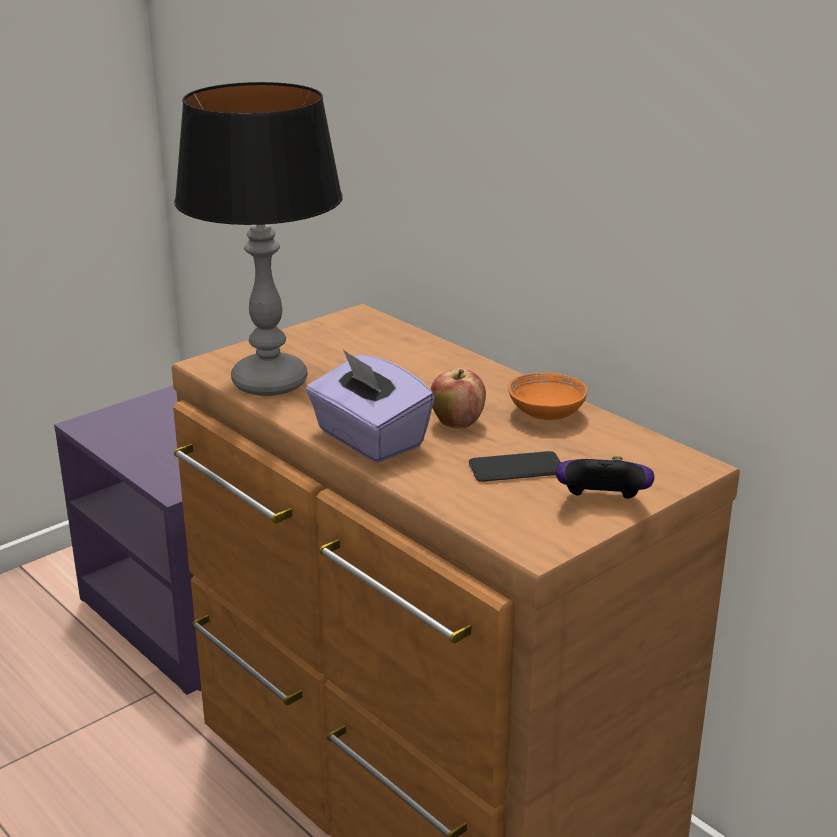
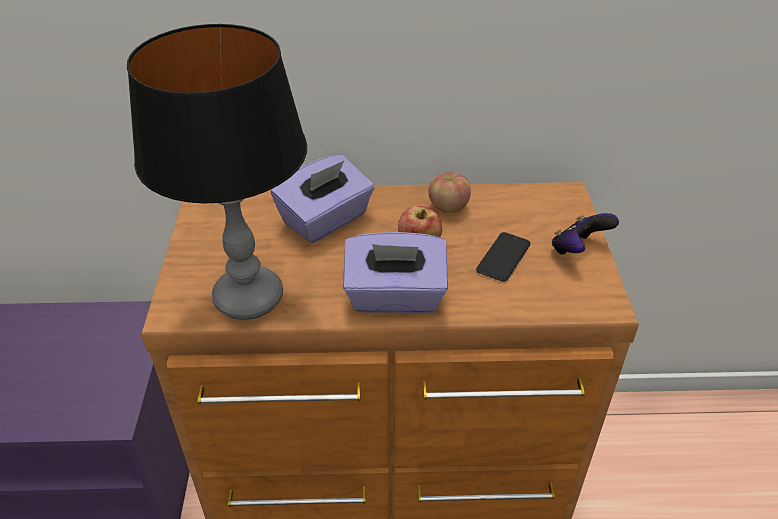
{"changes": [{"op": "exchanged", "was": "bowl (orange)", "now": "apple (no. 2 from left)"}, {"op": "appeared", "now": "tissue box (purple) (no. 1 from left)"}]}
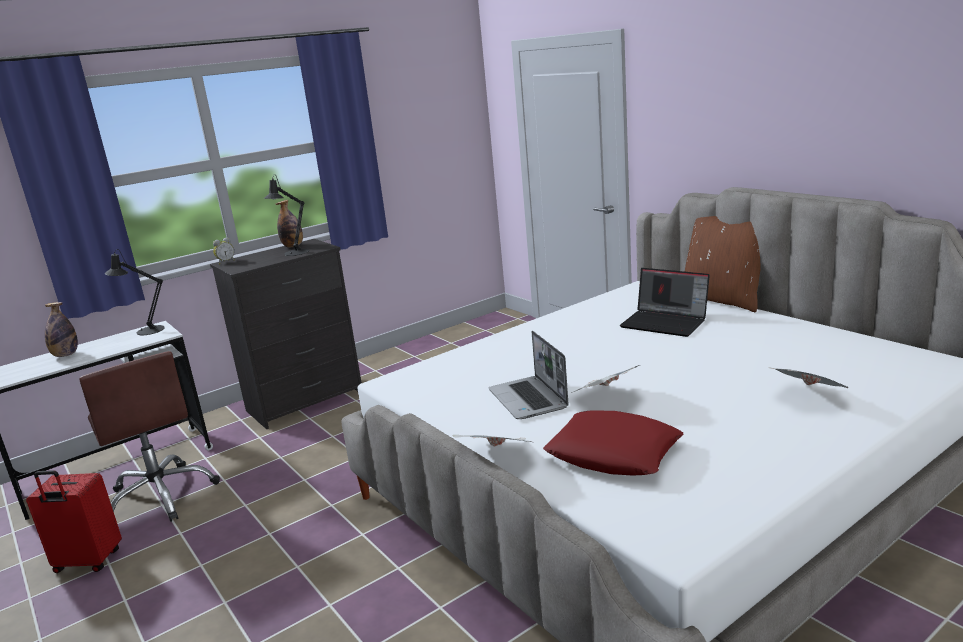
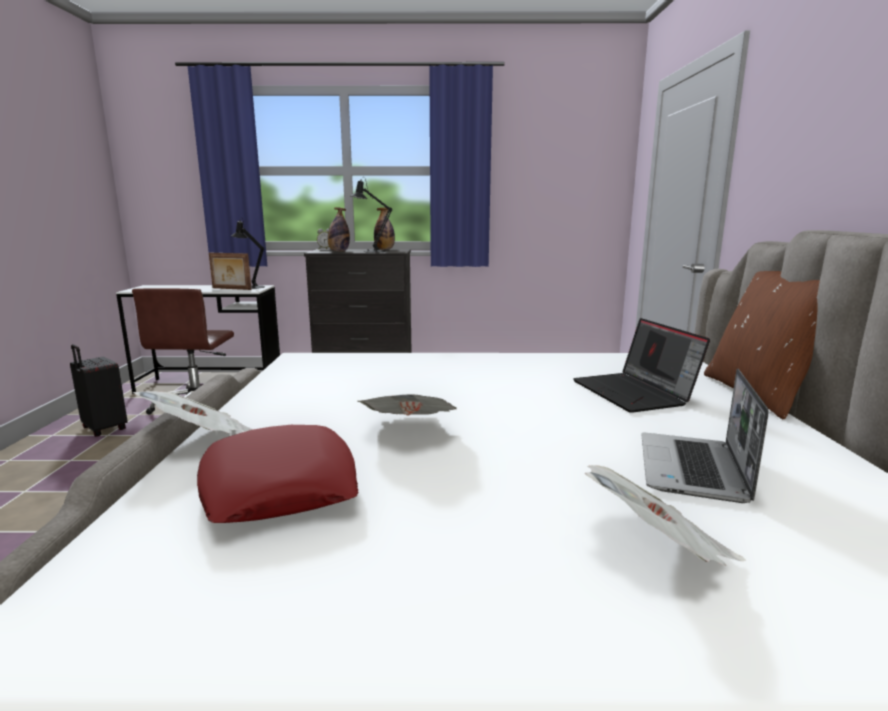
{"changes": [{"op": "relocated", "was": "bottle (no. 1 from left)"}, {"op": "relocated", "was": "laptop (no. 1 from left in the first image)", "now": "laptop (no. 2 from left)"}, {"op": "colour", "was": "suitcase (red)", "now": "suitcase (black)"}, {"op": "appeared", "now": "picture frame"}]}
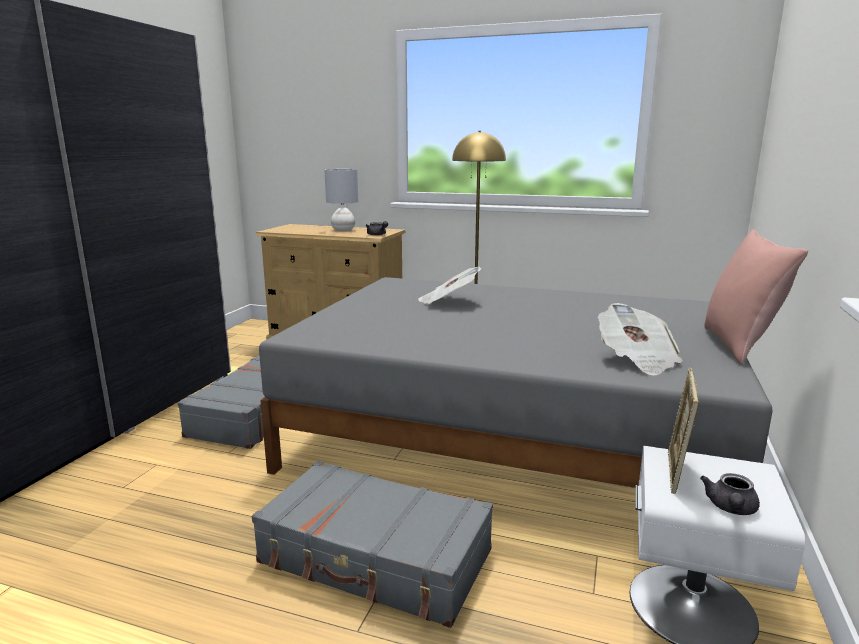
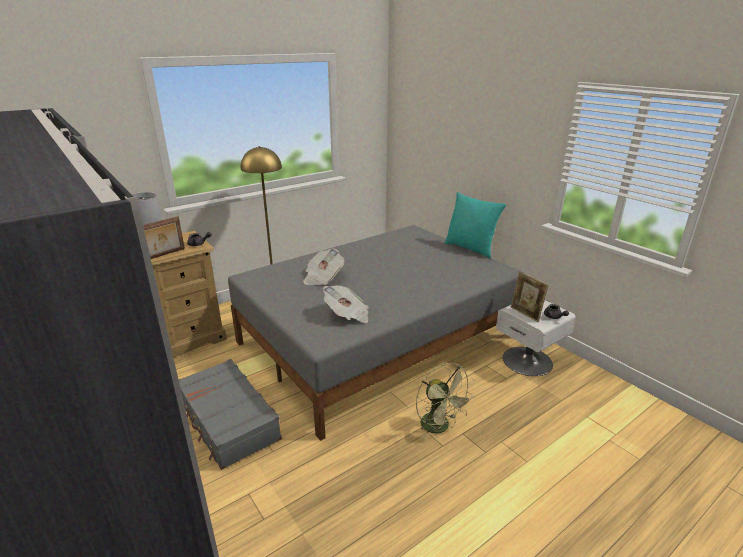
{"changes": [{"op": "colour", "was": "pillow (pink)", "now": "pillow (turquoise)"}, {"op": "relocated", "was": "newspaper (no. 2 from left)"}, {"op": "exchanged", "was": "suitcase (grey) (no. 2 from left)", "now": "fan (green)"}, {"op": "appeared", "now": "picture frame (no. 1 from left)"}]}
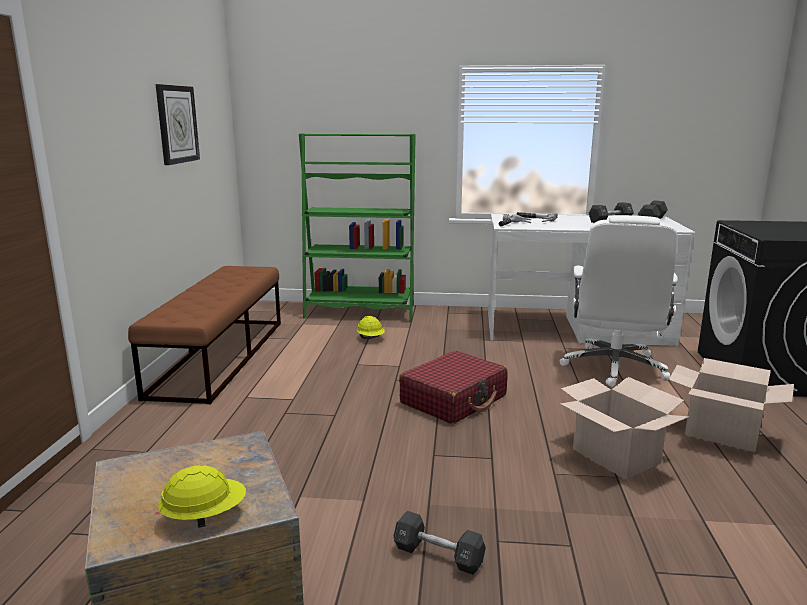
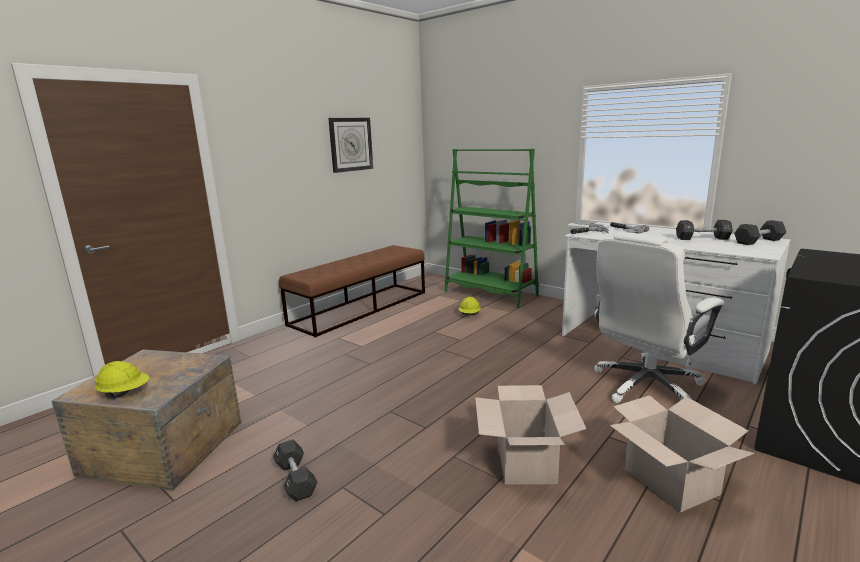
{"changes": [{"op": "missing", "was": "suitcase (red)"}]}
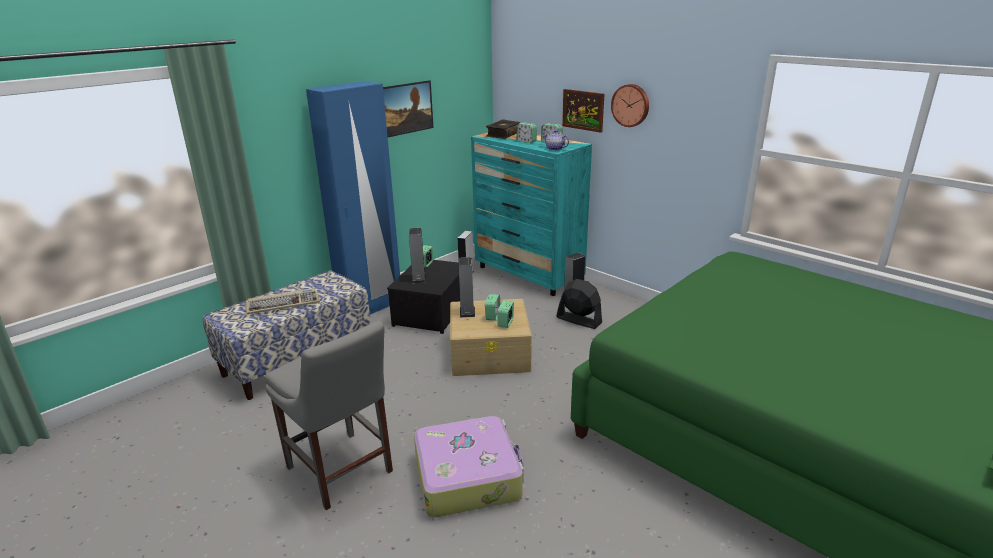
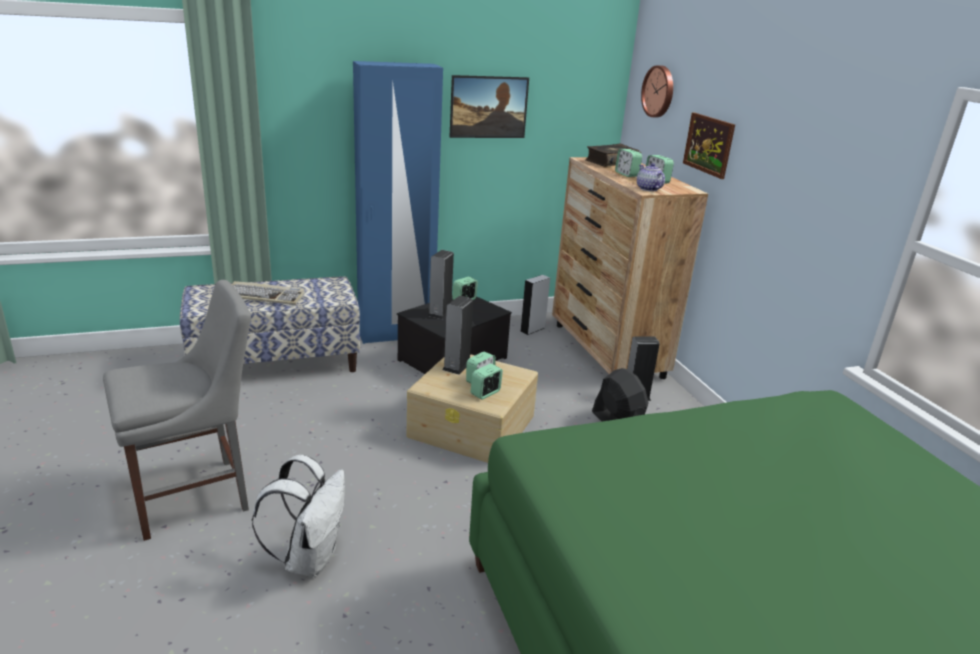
{"changes": [{"op": "relocated", "was": "wall clock"}, {"op": "colour", "was": "dresser (turquoise)", "now": "dresser (brown)"}, {"op": "spun", "was": "chair (grey)", "clockwise": -105}, {"op": "exchanged", "was": "suitcase", "now": "backpack (white)"}]}
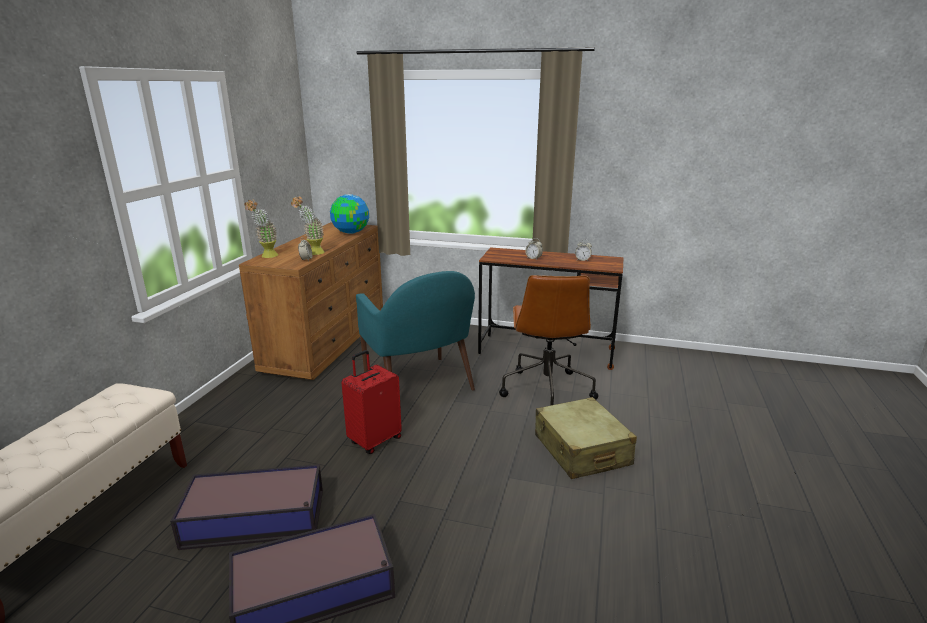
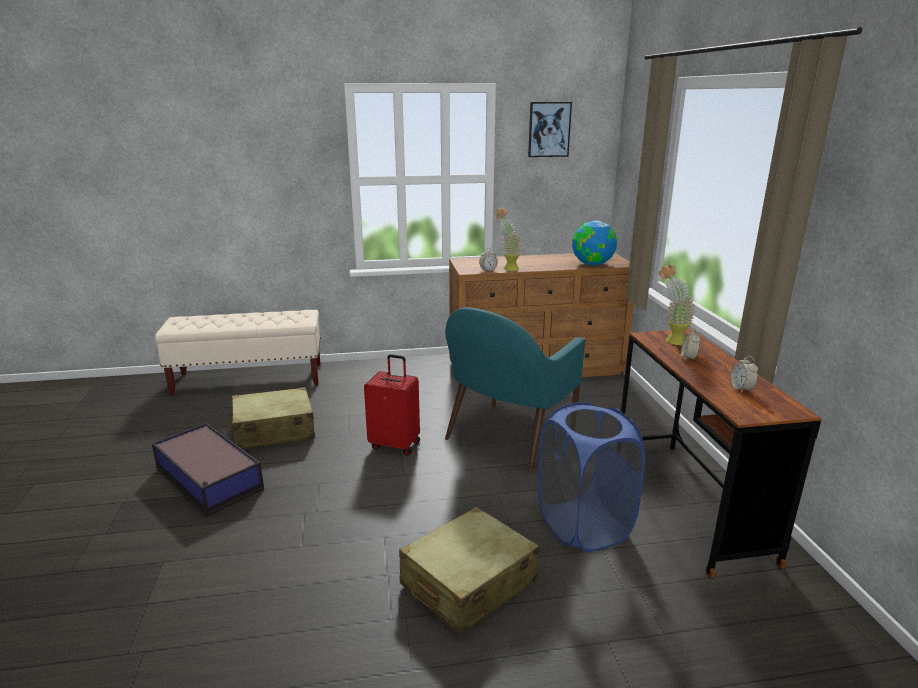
{"changes": [{"op": "relocated", "was": "potted plant (no. 1 from left in the first image)", "now": "potted plant (no. 2 from left)"}, {"op": "exchanged", "was": "office chair (brown)", "now": "laundry basket (blue)"}, {"op": "exchanged", "was": "storage box (no. 1 from left)", "now": "suitcase (beige) (no. 1 from left)"}, {"op": "appeared", "now": "picture"}]}
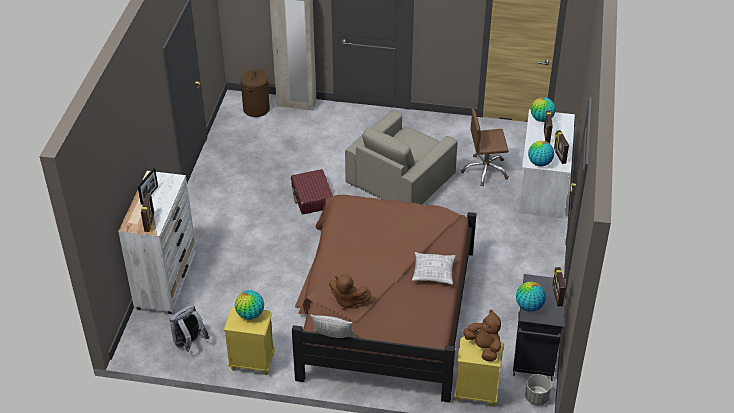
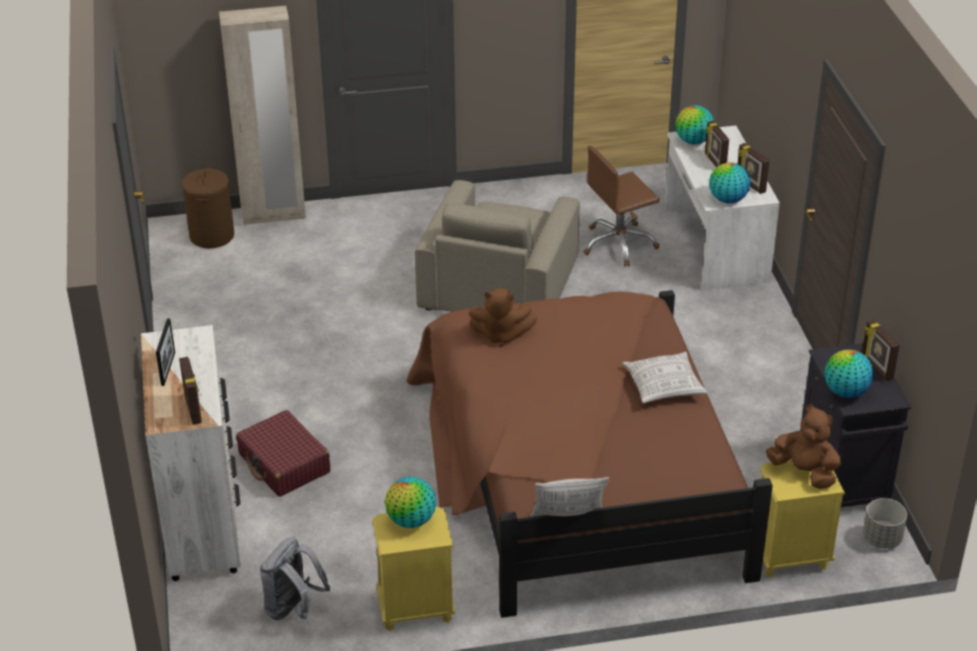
{"changes": [{"op": "relocated", "was": "suitcase (red)"}, {"op": "relocated", "was": "plush toy (brown) (no. 1 from left)"}]}
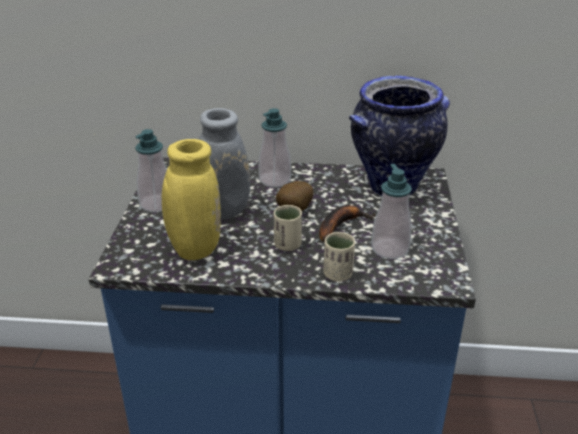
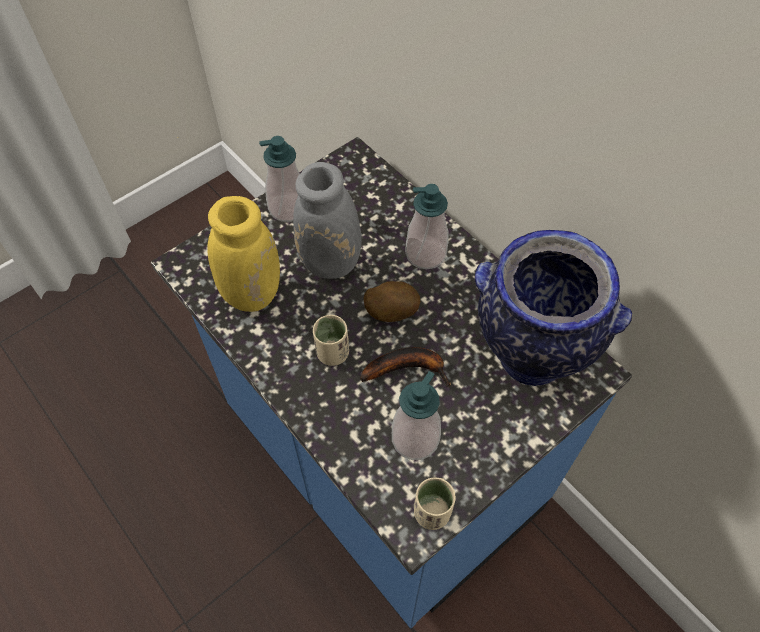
{"changes": [{"op": "relocated", "was": "cup (beige) (no. 2 from left)"}]}
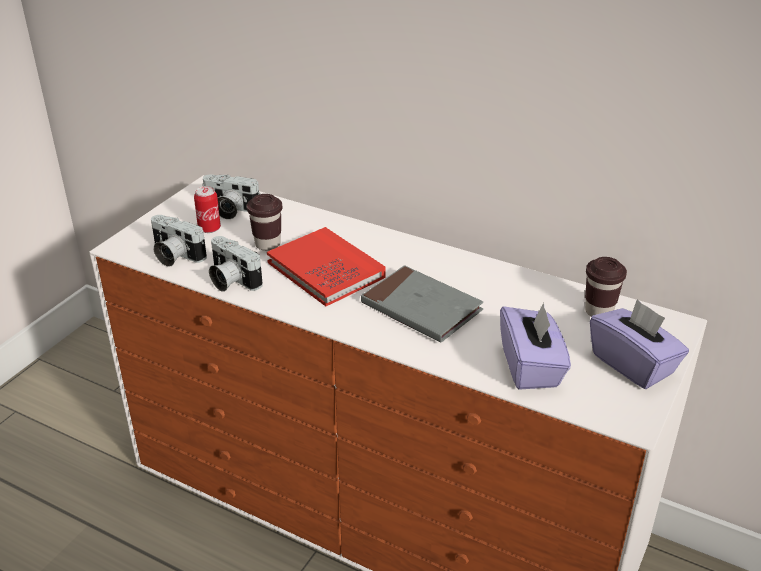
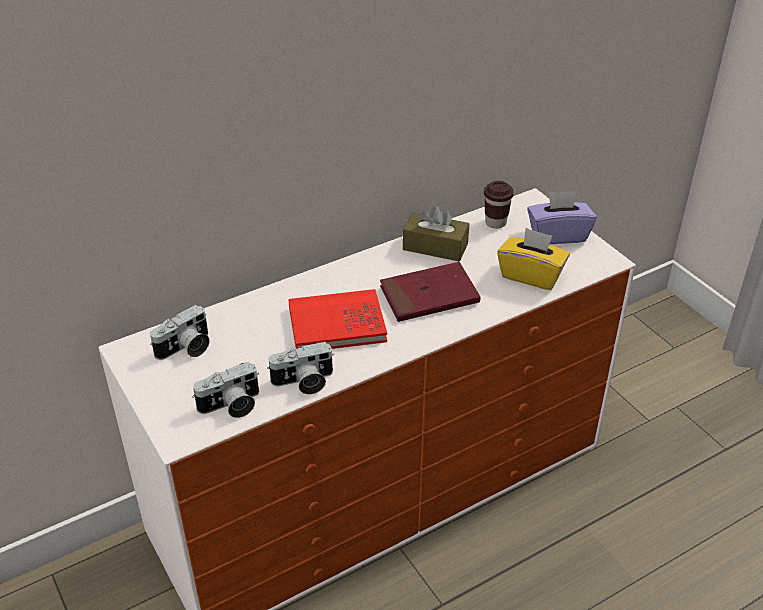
{"changes": [{"op": "missing", "was": "can"}, {"op": "missing", "was": "cup (brown) (no. 1 from left)"}, {"op": "colour", "was": "book (grey)", "now": "book (red) (no. 2 from left)"}, {"op": "colour", "was": "tissue box (purple) (no. 1 from left)", "now": "tissue box (yellow)"}, {"op": "appeared", "now": "tissue box (brown)"}]}
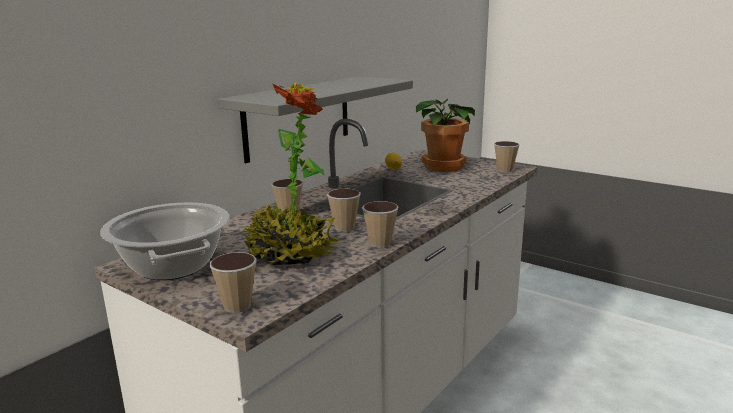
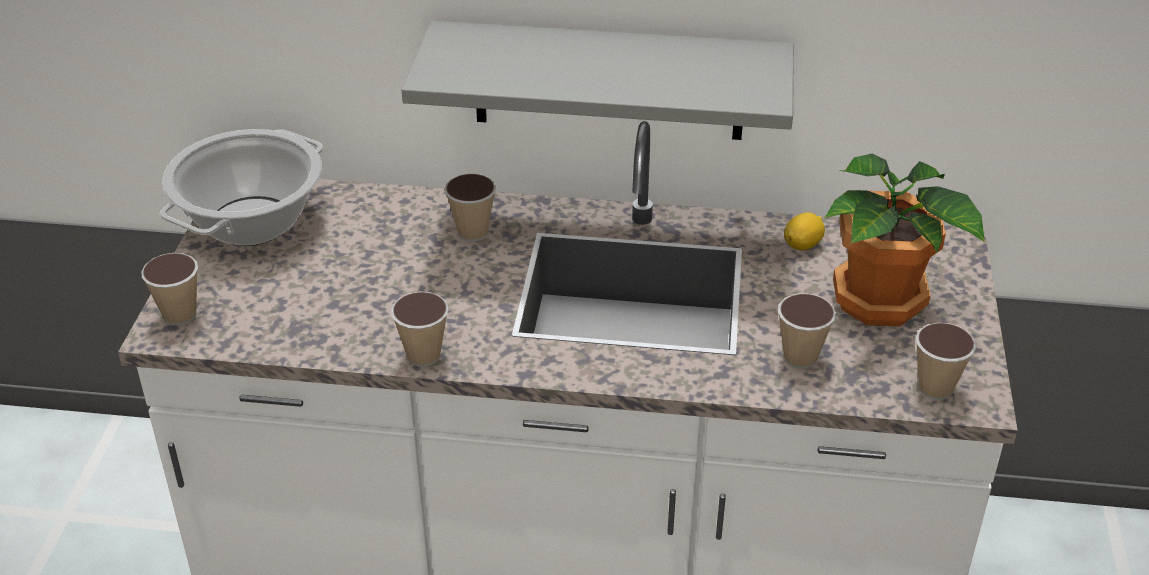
{"changes": [{"op": "missing", "was": "potted plant (no. 1 from left)"}, {"op": "relocated", "was": "cup (no. 3 from left in the first image)", "now": "cup (no. 4 from left)"}]}
